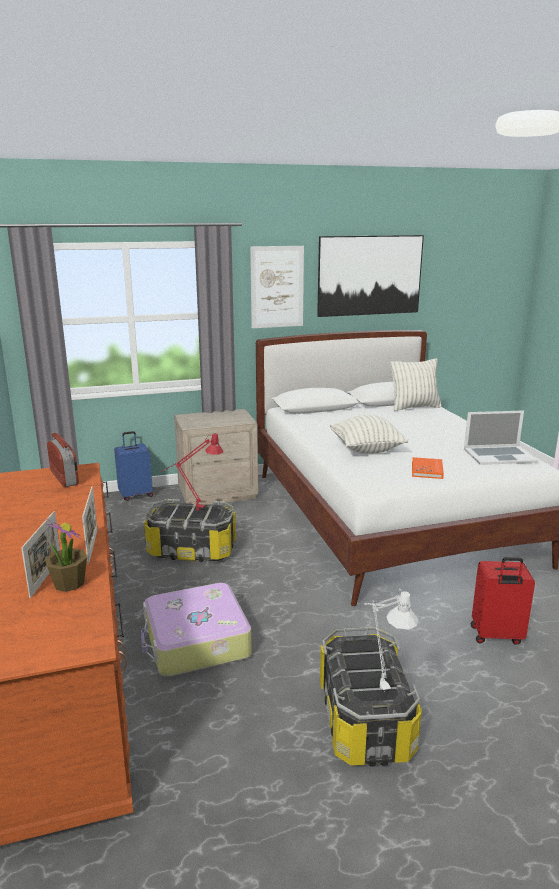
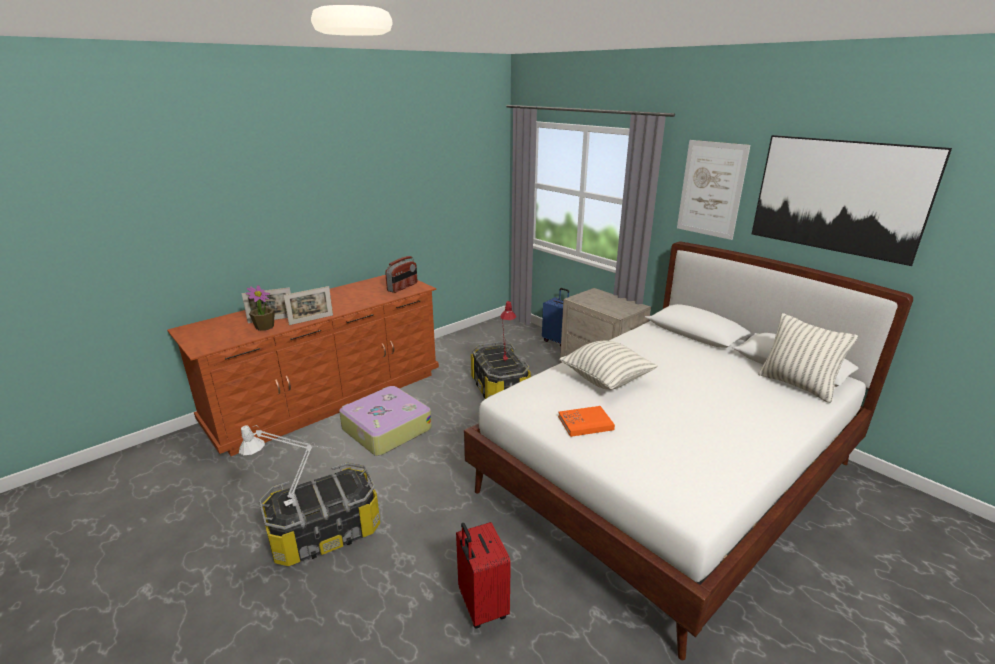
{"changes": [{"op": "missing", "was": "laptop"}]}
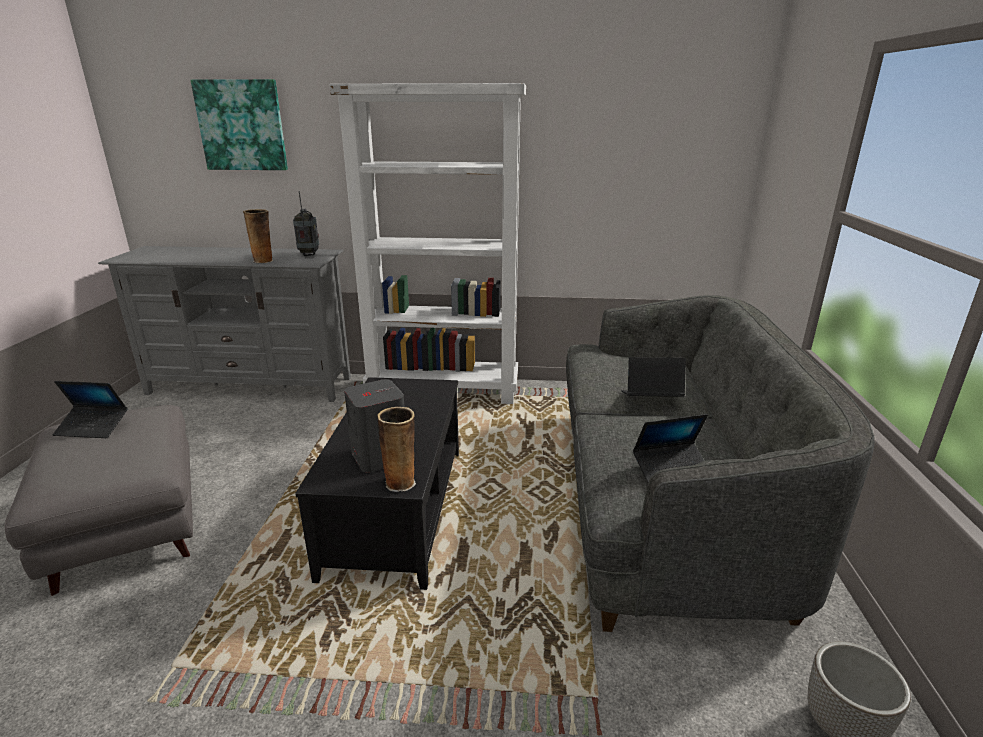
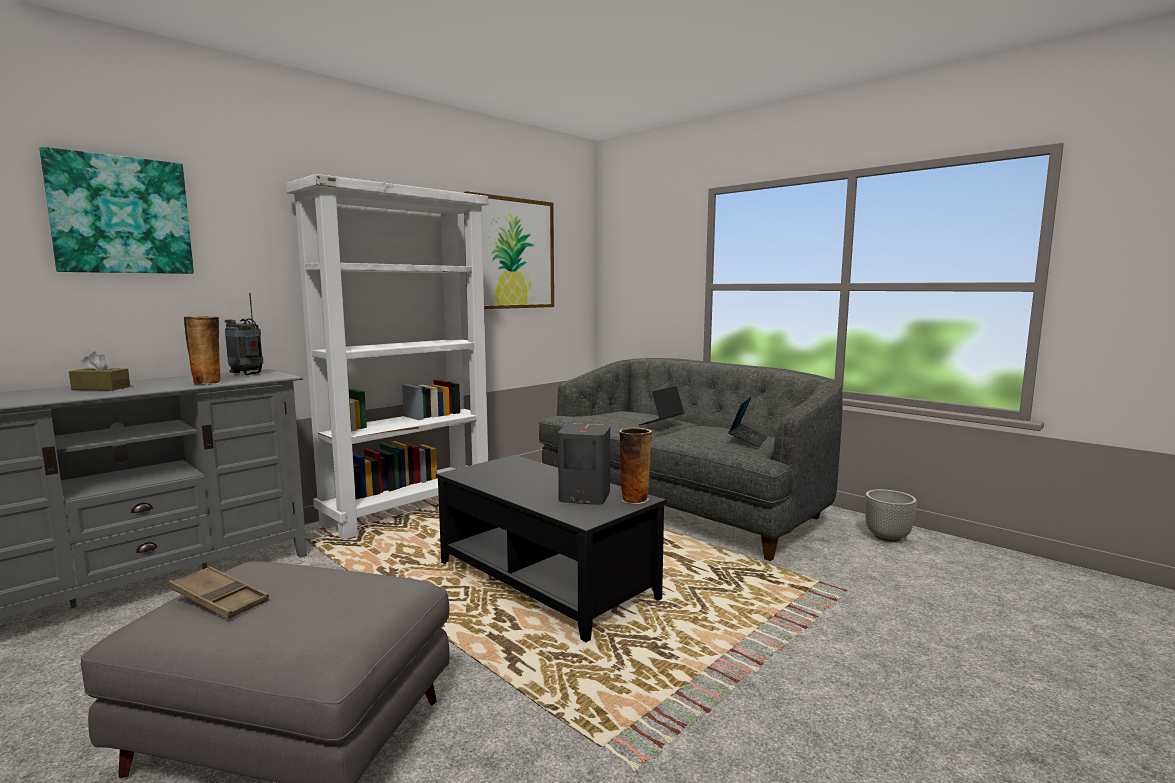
{"changes": [{"op": "exchanged", "was": "laptop (no. 1 from left)", "now": "tray (brown)"}, {"op": "appeared", "now": "picture (no. 2 from left)"}, {"op": "appeared", "now": "tissue box (brown)"}]}
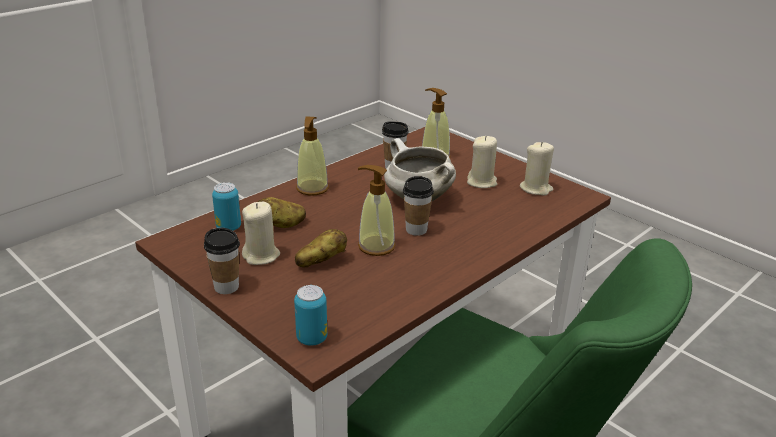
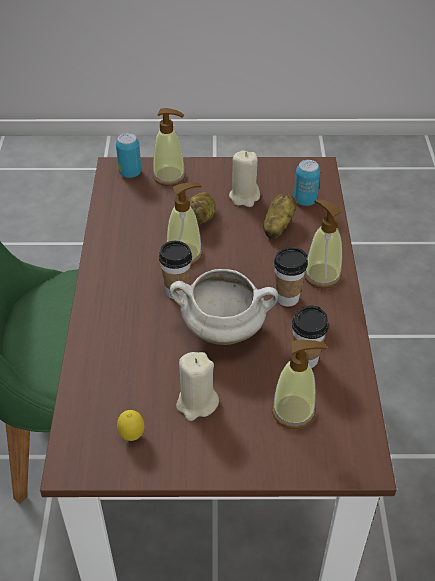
{"changes": [{"op": "exchanged", "was": "candle (beige) (no. 3 from left)", "now": "lemon"}, {"op": "relocated", "was": "cup (no. 1 from left in the first image)", "now": "cup (no. 2 from left)"}, {"op": "appeared", "now": "soap dispenser (no. 1 from left)"}]}
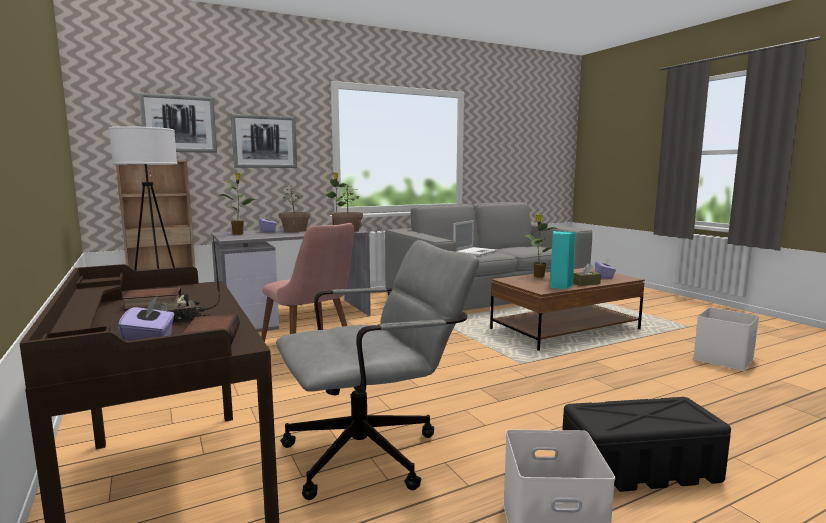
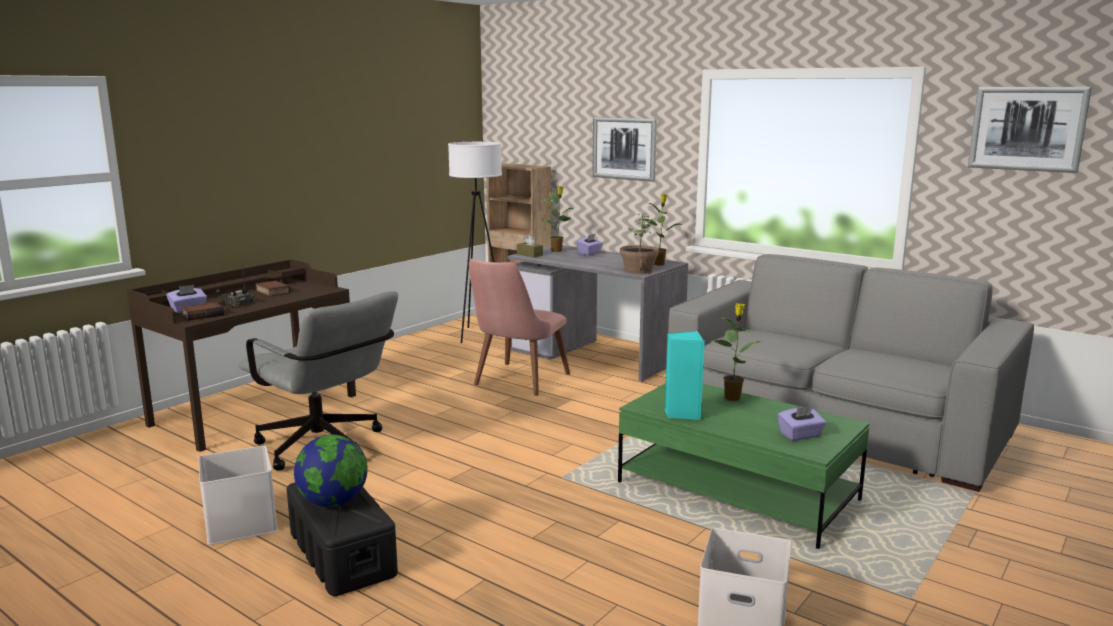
{"changes": [{"op": "relocated", "was": "picture (no. 1 from left in the first image)", "now": "picture (no. 2 from left)"}, {"op": "missing", "was": "potted plant (no. 2 from left)"}, {"op": "missing", "was": "laptop"}, {"op": "relocated", "was": "tissue box (brown)"}, {"op": "colour", "was": "coffee table (brown)", "now": "coffee table (green)"}, {"op": "appeared", "now": "globe"}]}
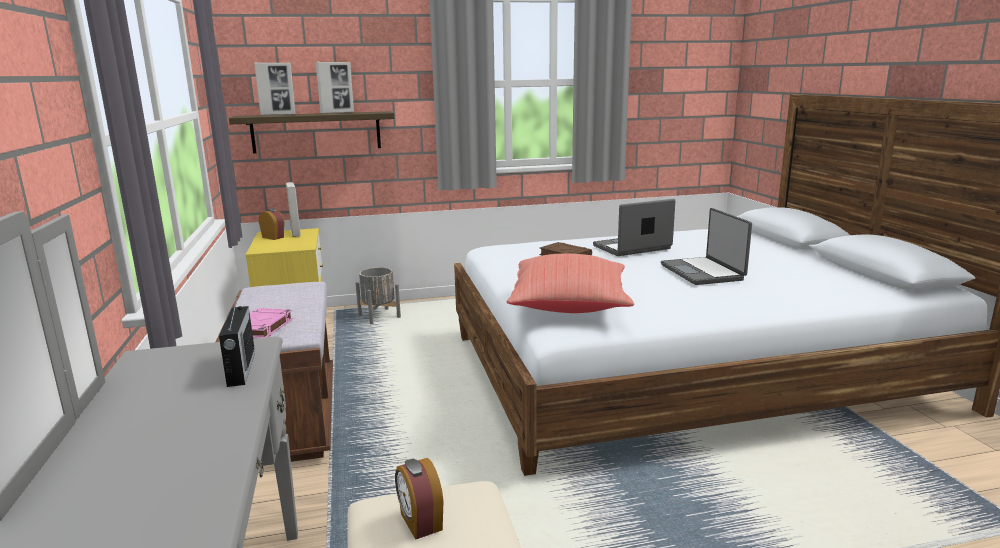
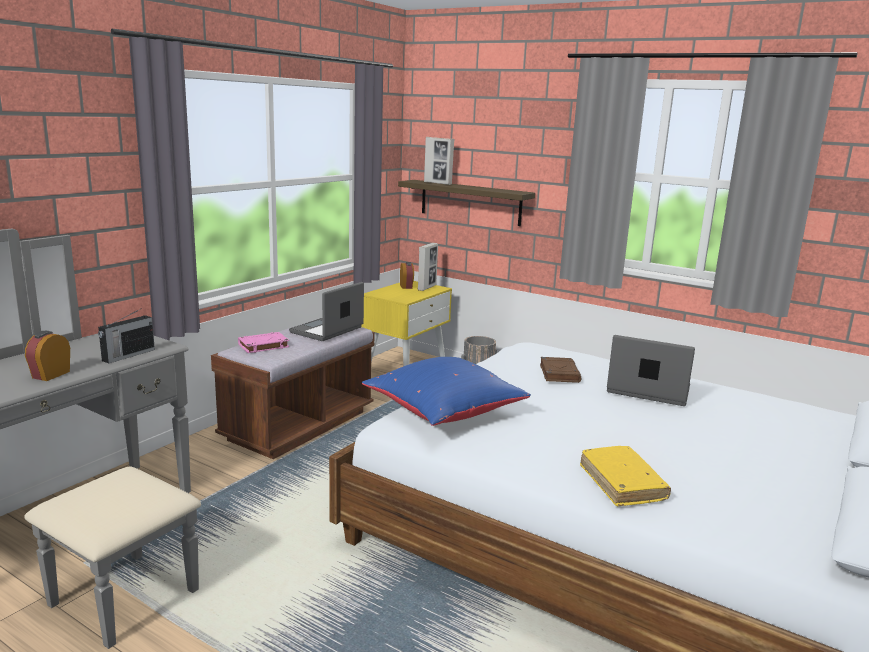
{"changes": [{"op": "missing", "was": "picture frame (no. 3 from left)"}, {"op": "relocated", "was": "laptop (no. 2 from left in the first image)", "now": "laptop (no. 1 from left)"}, {"op": "colour", "was": "pillow (red)", "now": "pillow (blue)"}, {"op": "relocated", "was": "alarm clock (no. 2 from left in the first image)", "now": "alarm clock (no. 1 from left)"}, {"op": "appeared", "now": "book (yellow)"}]}
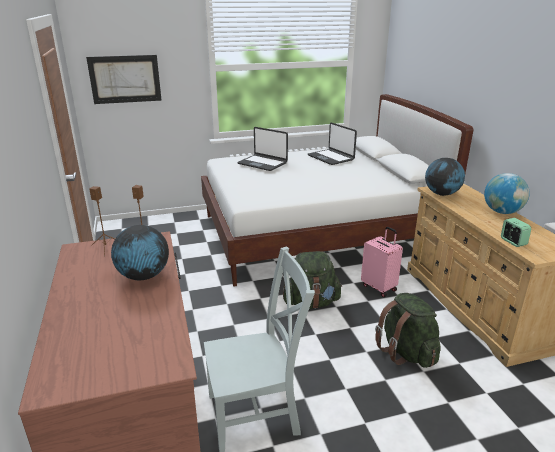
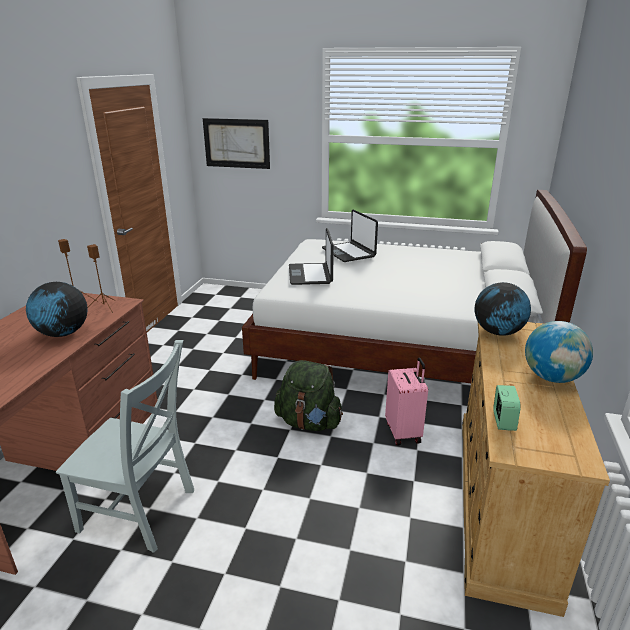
{"changes": [{"op": "relocated", "was": "laptop (no. 2 from left in the first image)", "now": "laptop (no. 1 from left)"}, {"op": "missing", "was": "backpack (green) (no. 2 from left)"}]}
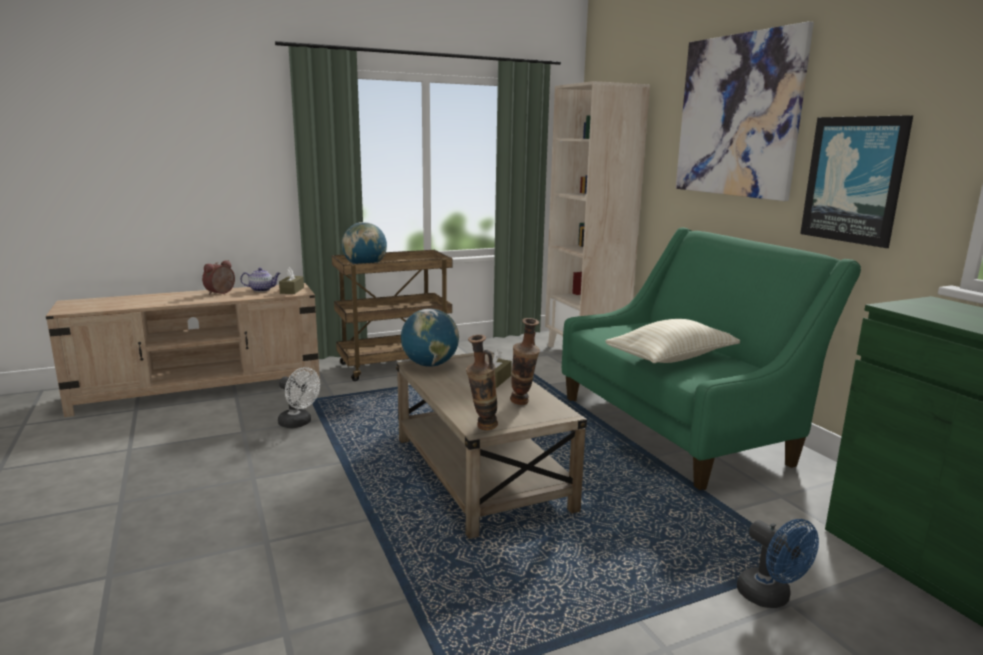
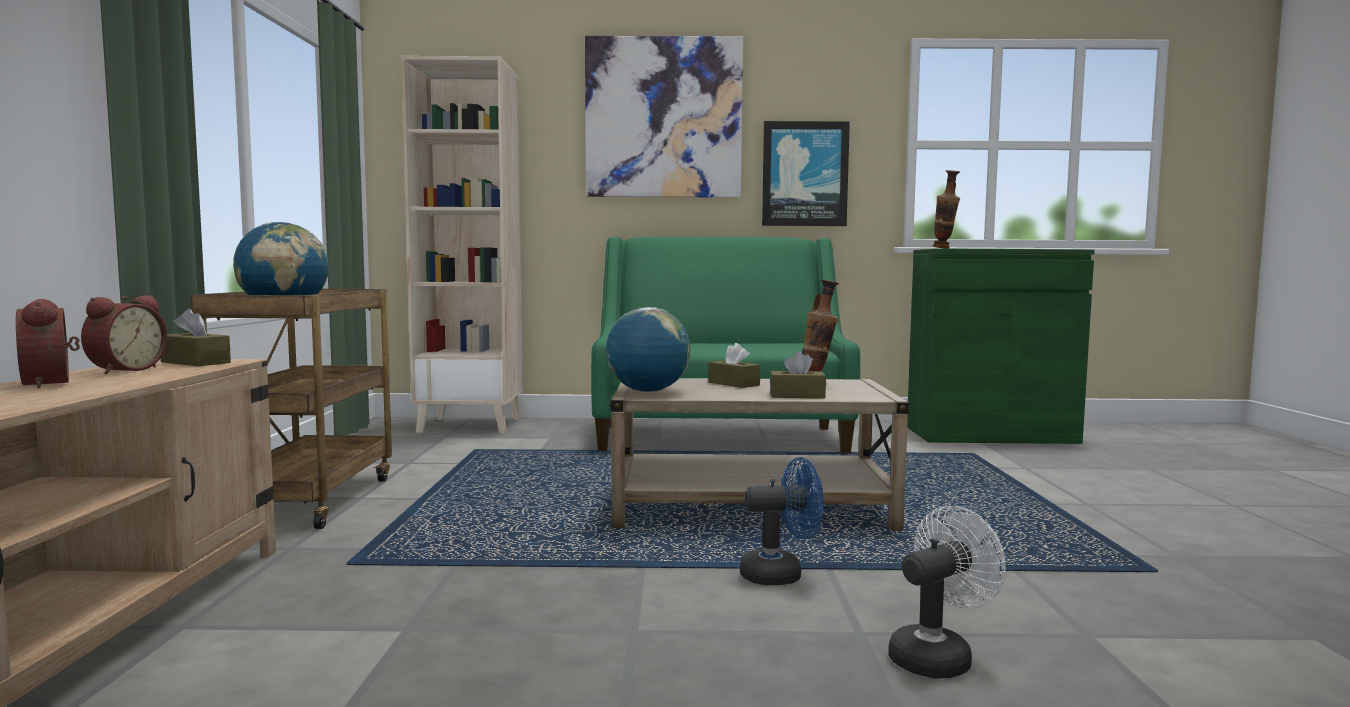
{"changes": [{"op": "exchanged", "was": "teapot", "now": "alarm clock (no. 2 from left)"}, {"op": "missing", "was": "pillow (beige)"}, {"op": "relocated", "was": "vase (no. 1 from left in the first image)", "now": "vase (no. 2 from left)"}, {"op": "relocated", "was": "fan (white)"}, {"op": "relocated", "was": "fan (blue)"}, {"op": "appeared", "now": "tissue box (brown) (no. 3 from left)"}]}
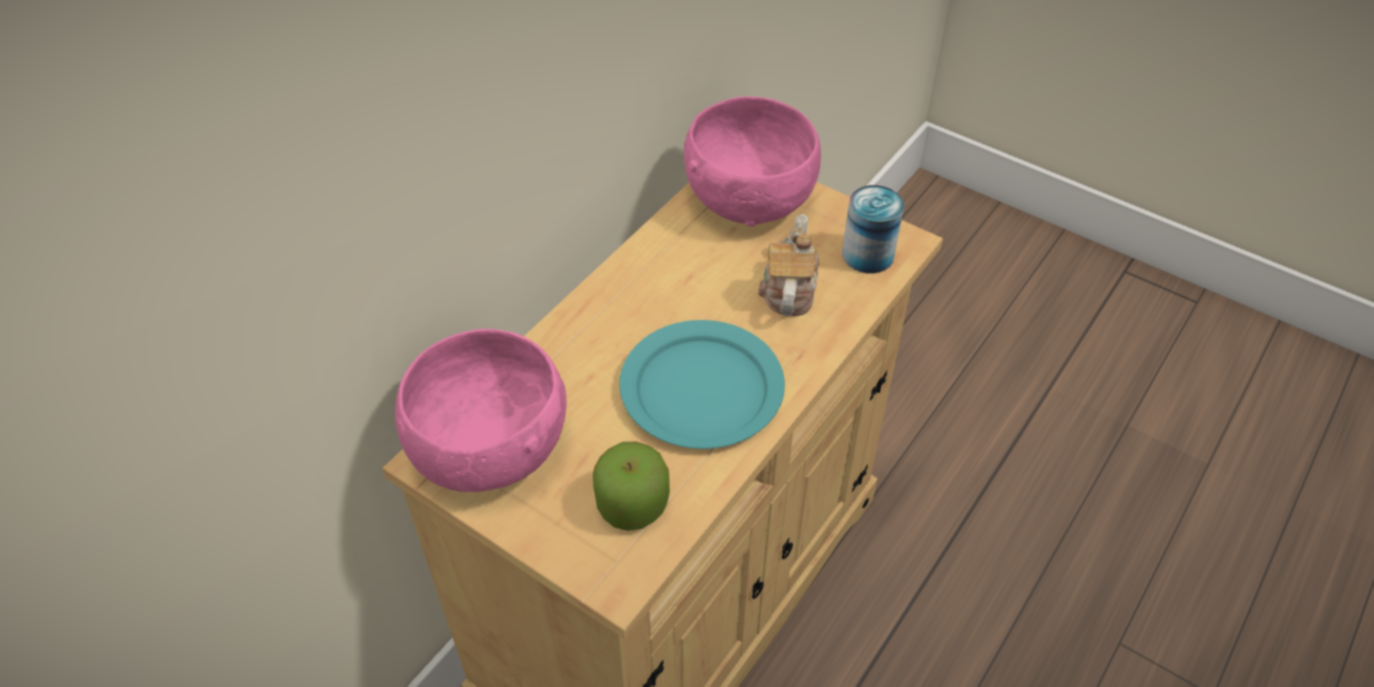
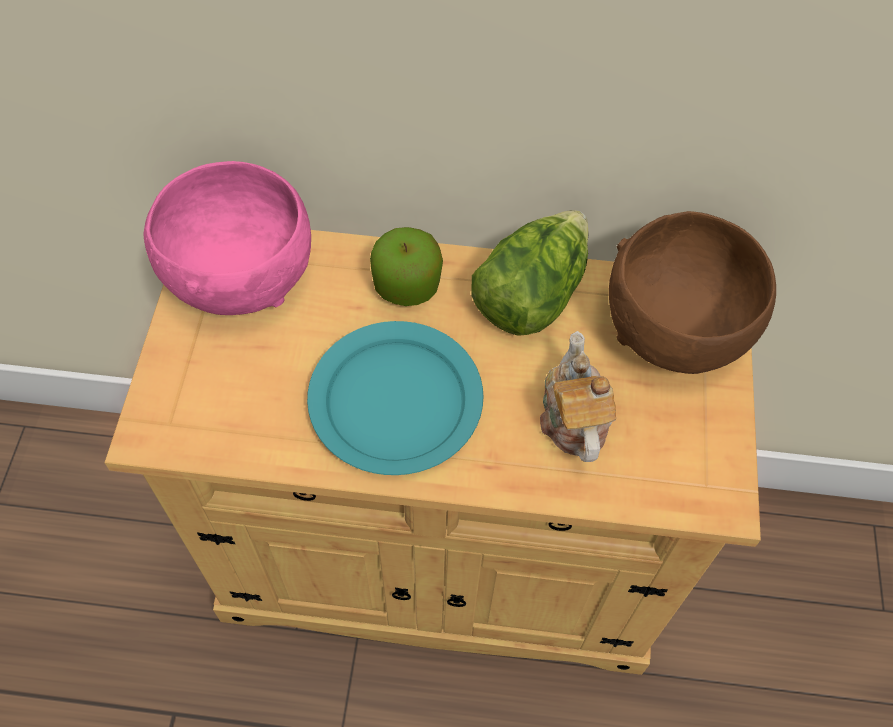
{"changes": [{"op": "colour", "was": "bowl (pink) (no. 2 from left)", "now": "bowl (brown)"}, {"op": "missing", "was": "can"}, {"op": "spun", "was": "teapot", "clockwise": -75}, {"op": "relocated", "was": "apple"}, {"op": "appeared", "now": "lettuce"}]}
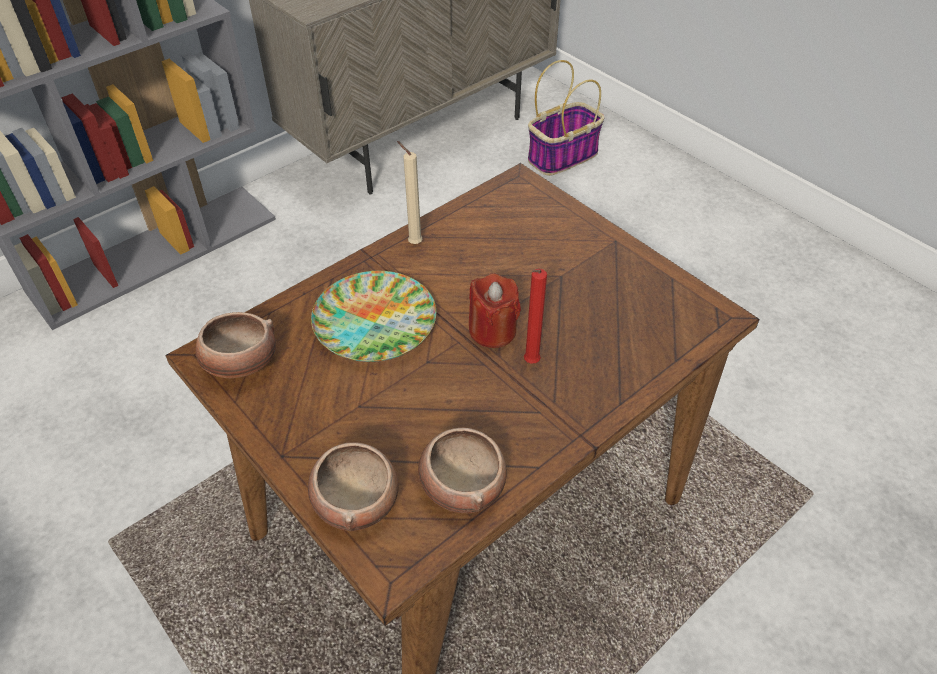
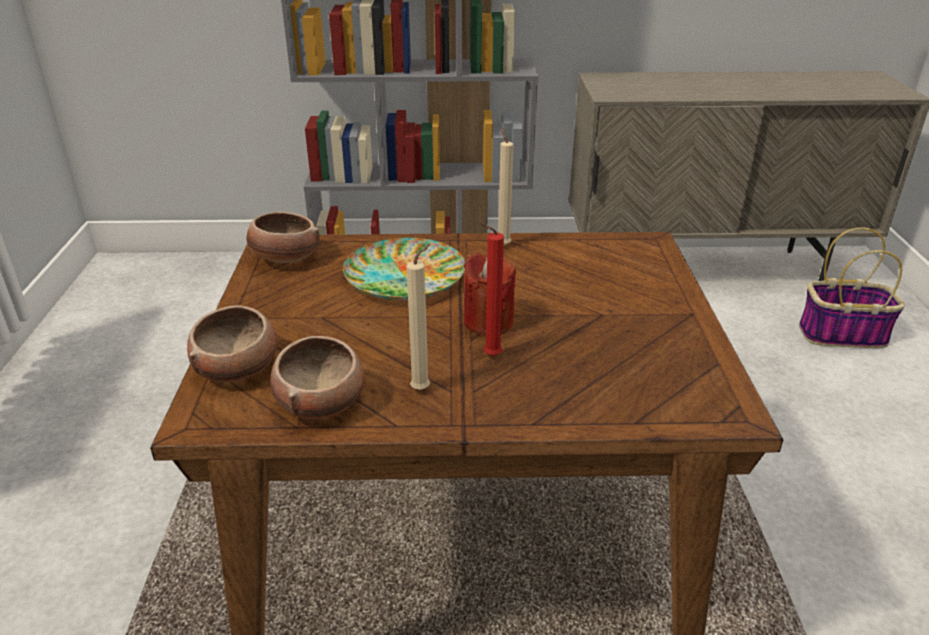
{"changes": [{"op": "appeared", "now": "candle (beige) (no. 1 from left)"}]}
